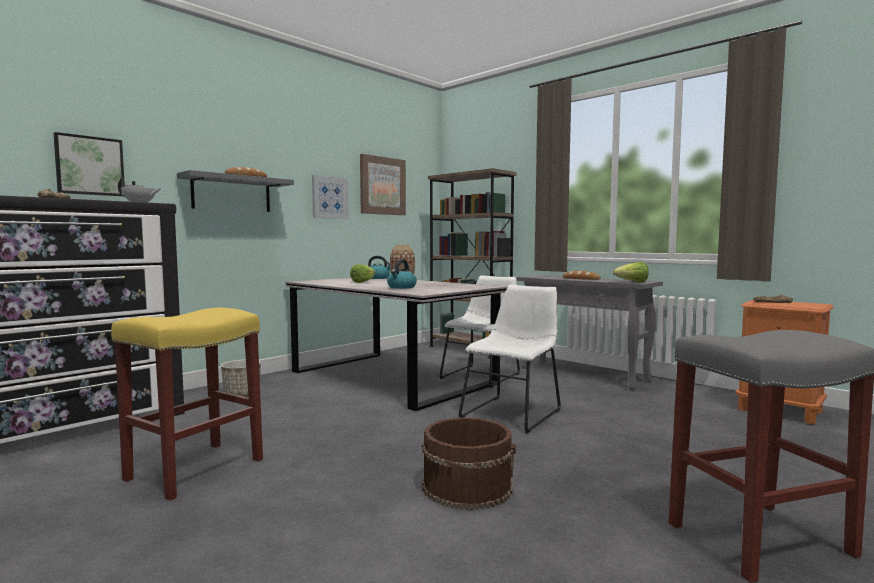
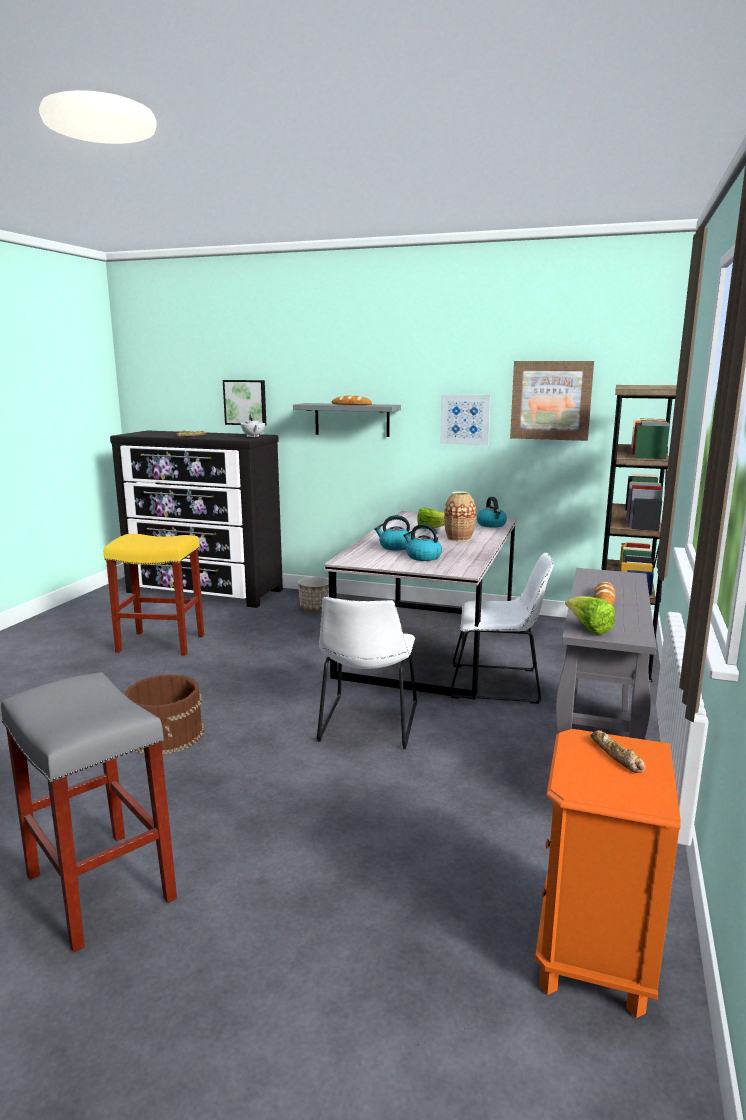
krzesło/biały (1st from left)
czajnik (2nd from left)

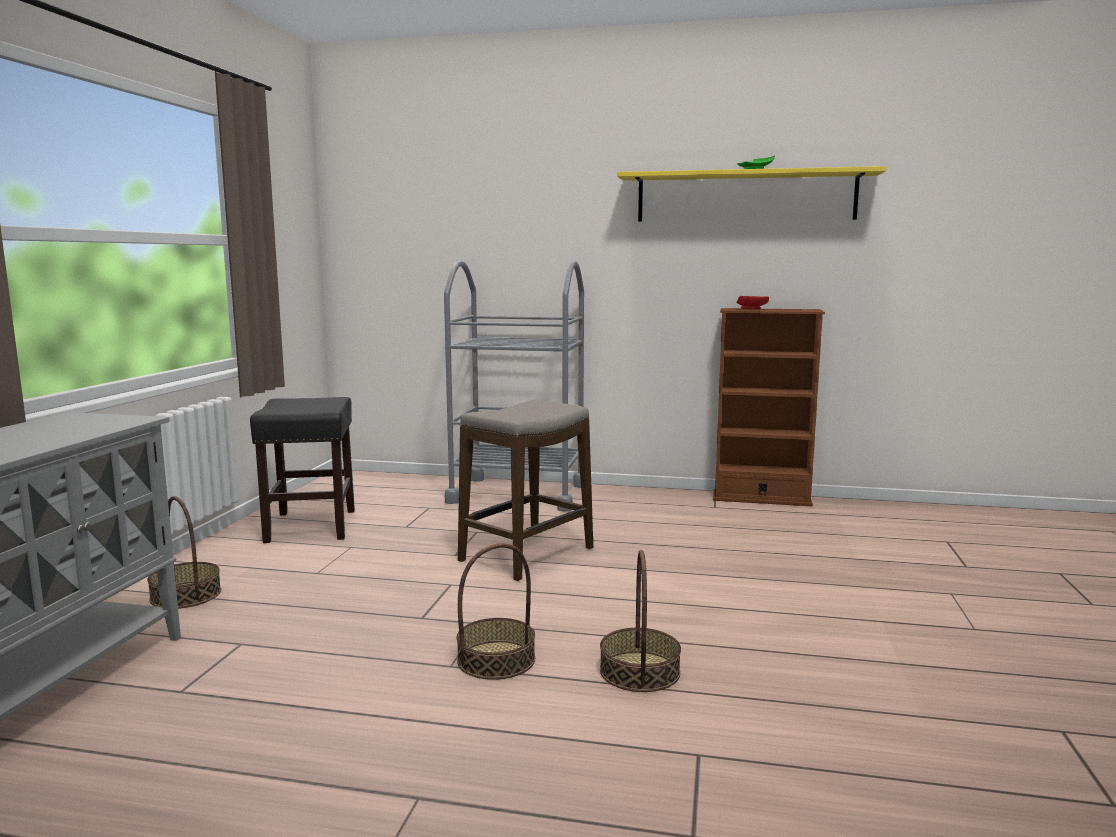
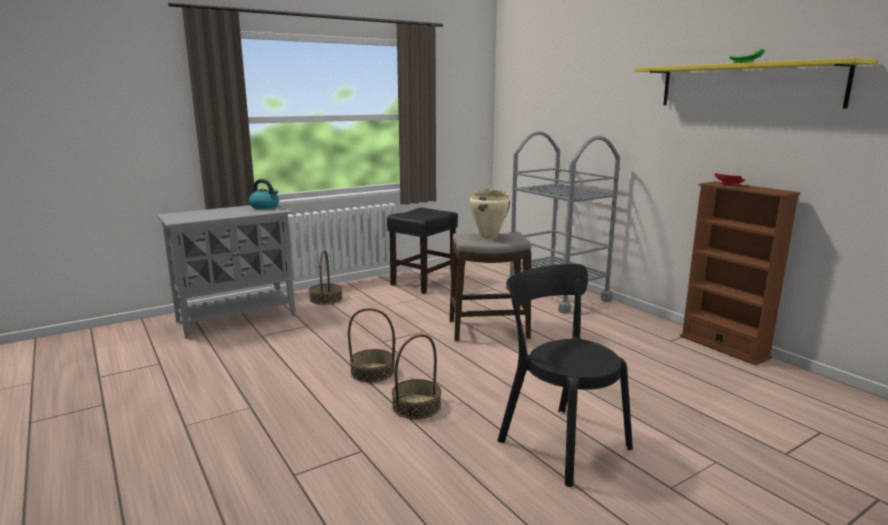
czajnik
garnek/beżowy
krzesło/czarny

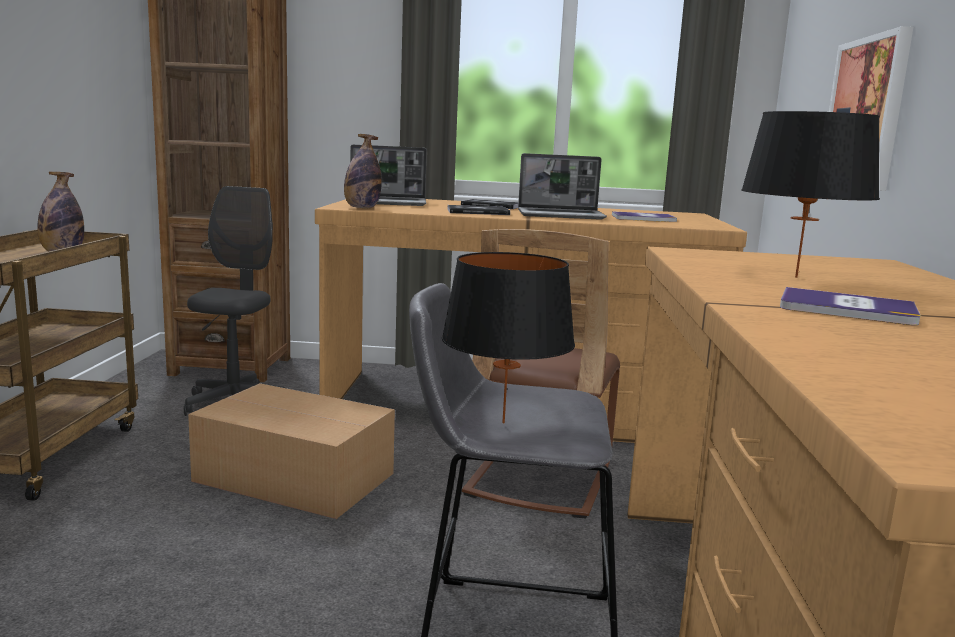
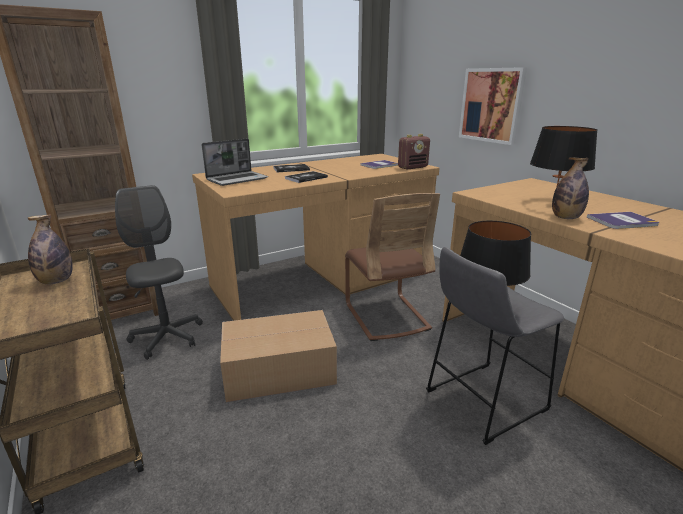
radio
butelka (2nd from left)
laptop (2nd from left in the first image)

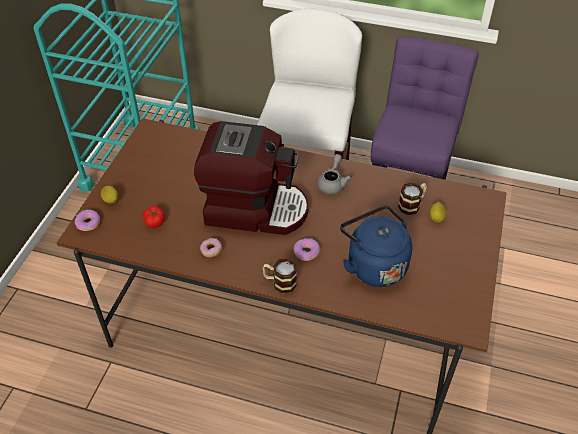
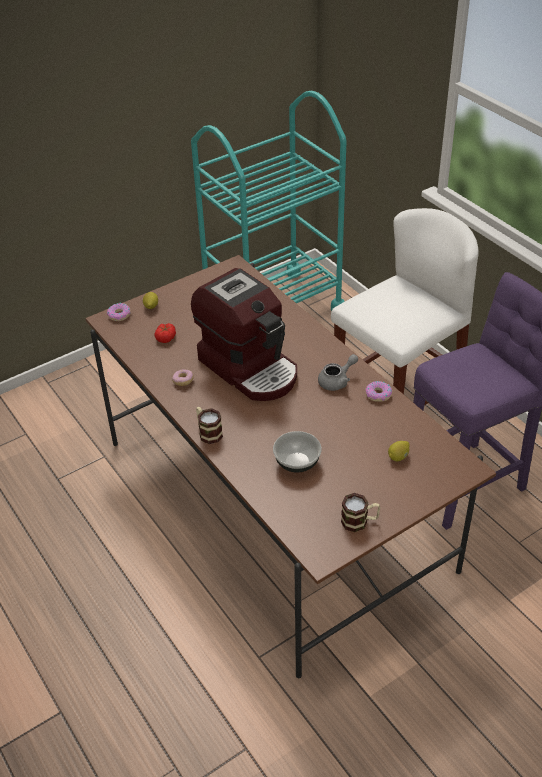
miska
kubek (2nd from left)
donut (3rd from left)

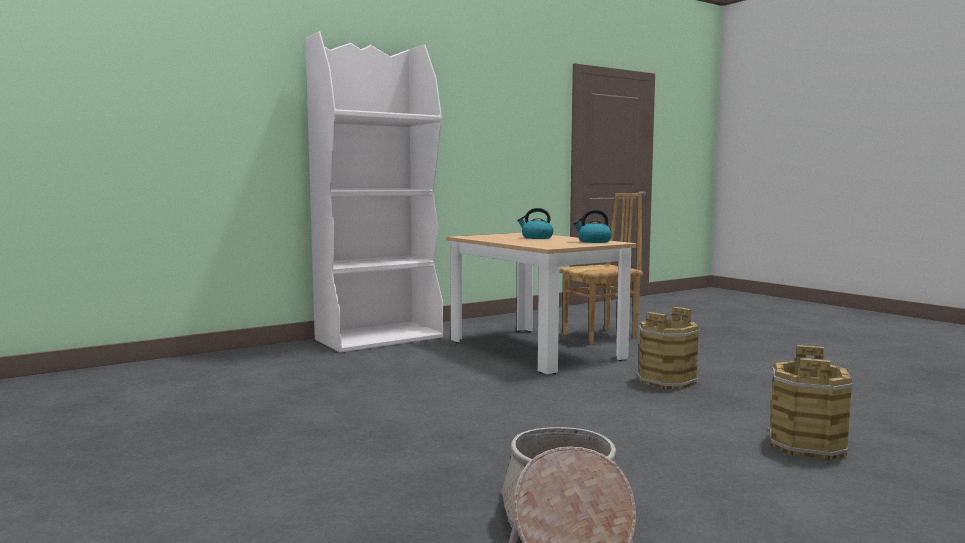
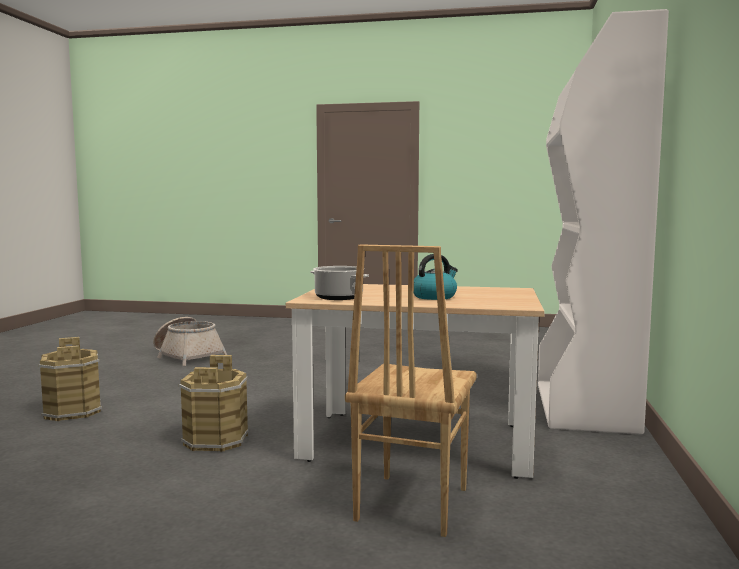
garnek

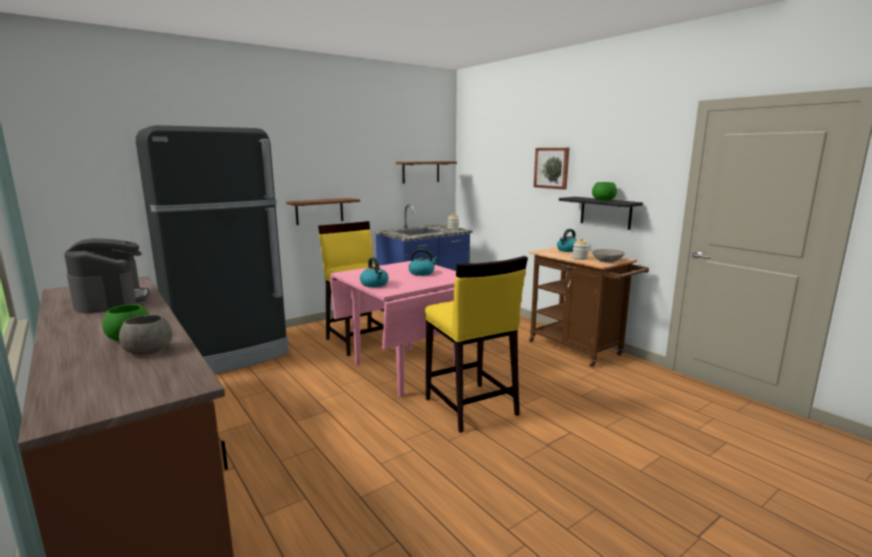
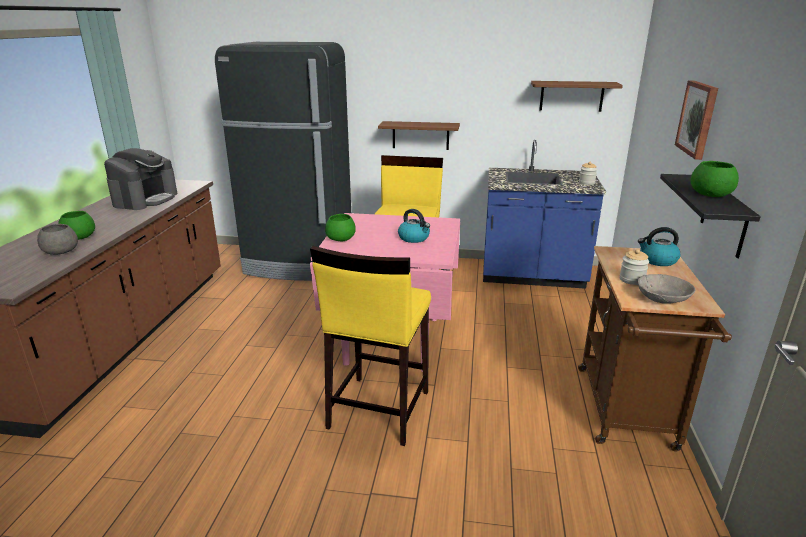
miska/zielony (2nd from left)

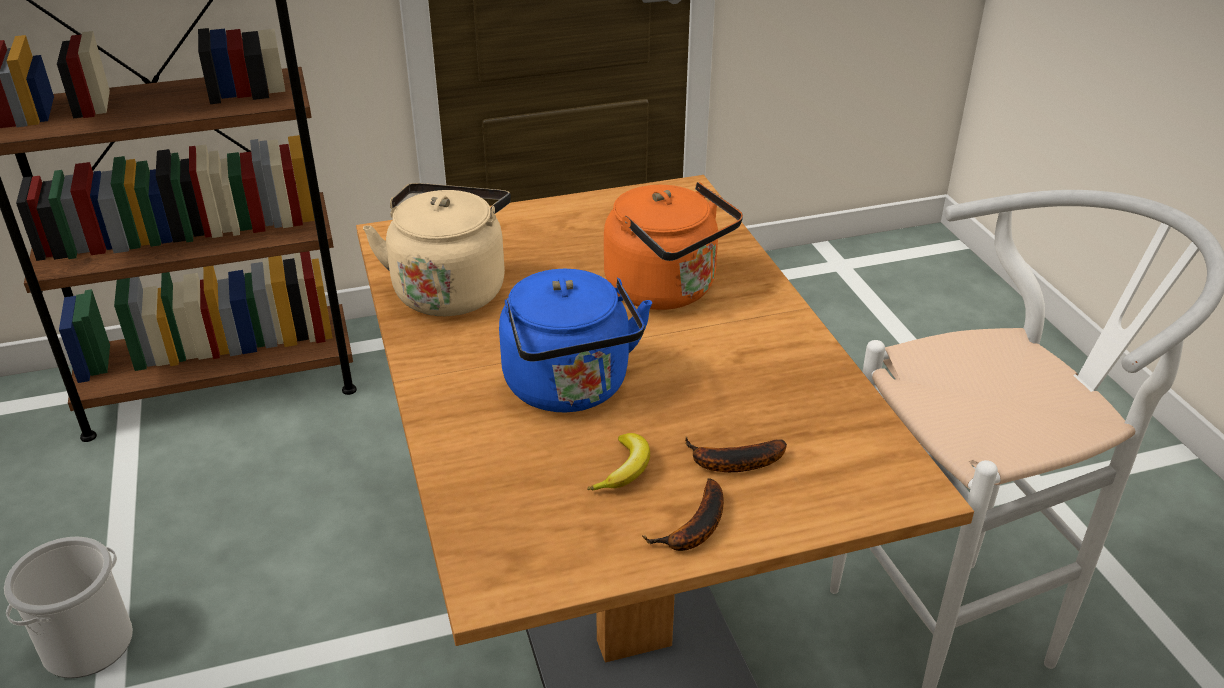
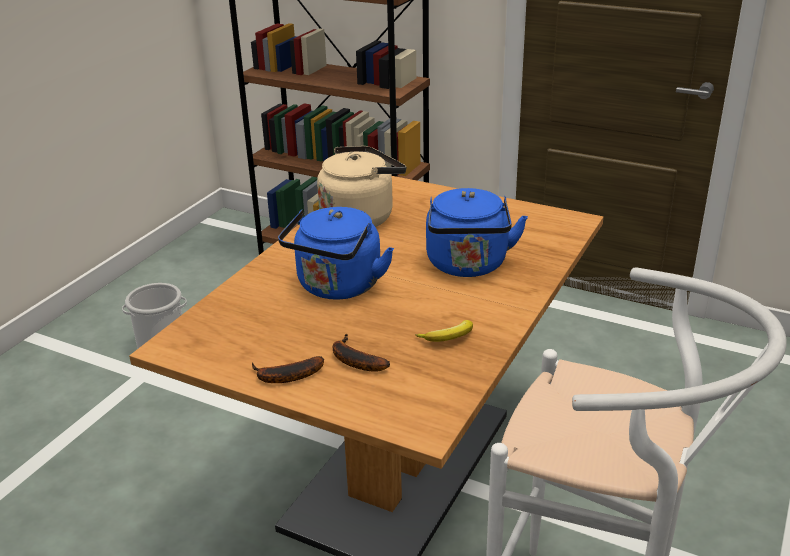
banan (3rd from left)
czajnik/niebieski (2nd from left)

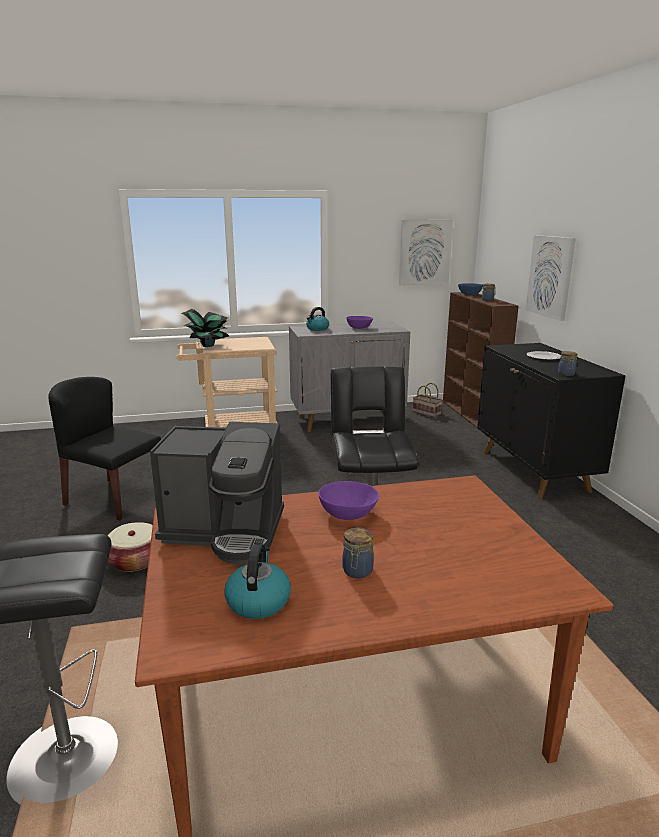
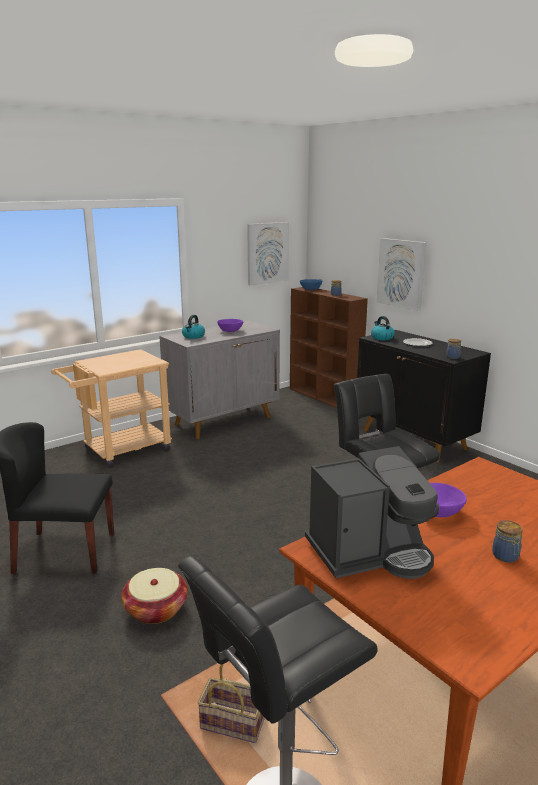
koszyk (2nd from left)
czajnik (2nd from left)
roślina doniczkowa

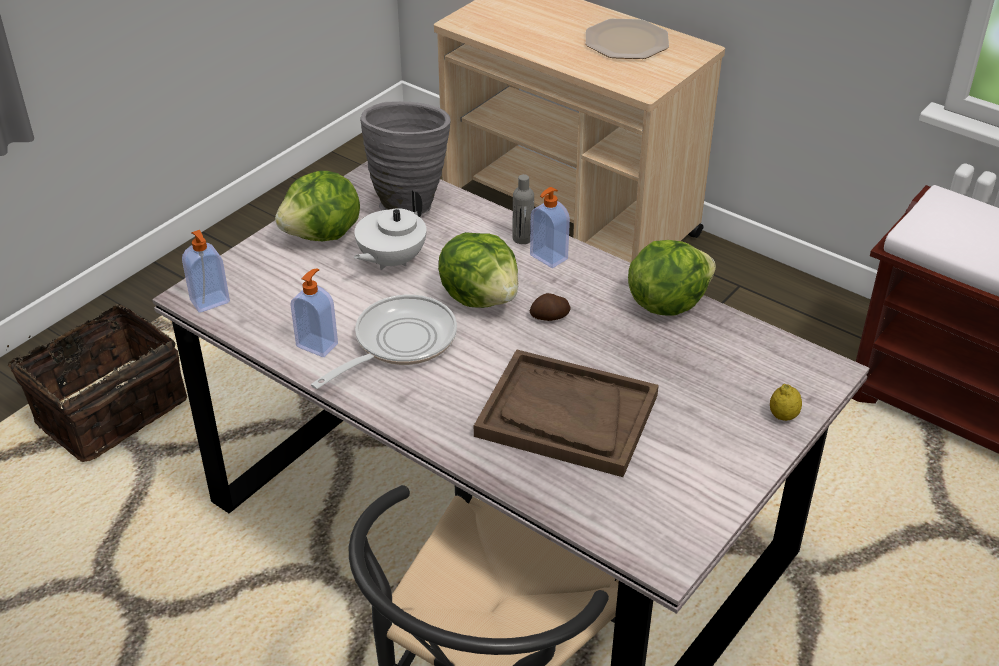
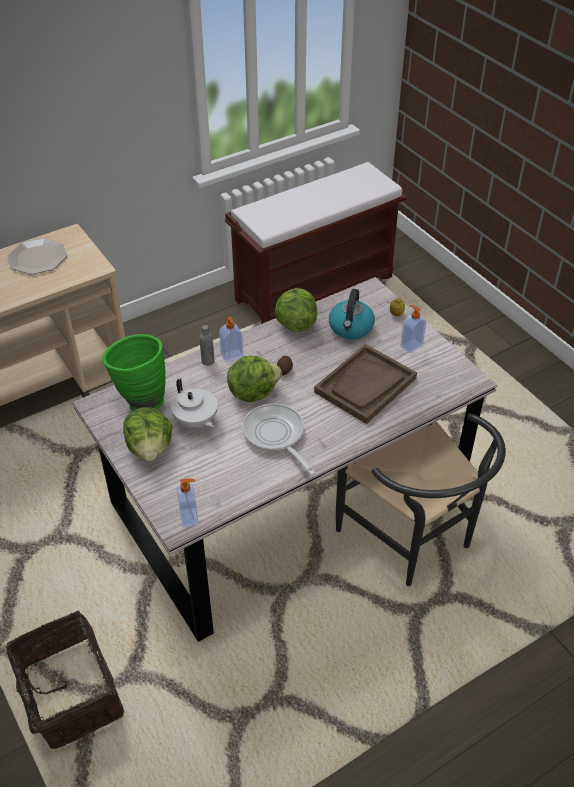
wazon/zielony
czajnik
dozownik mydła (3rd from left)

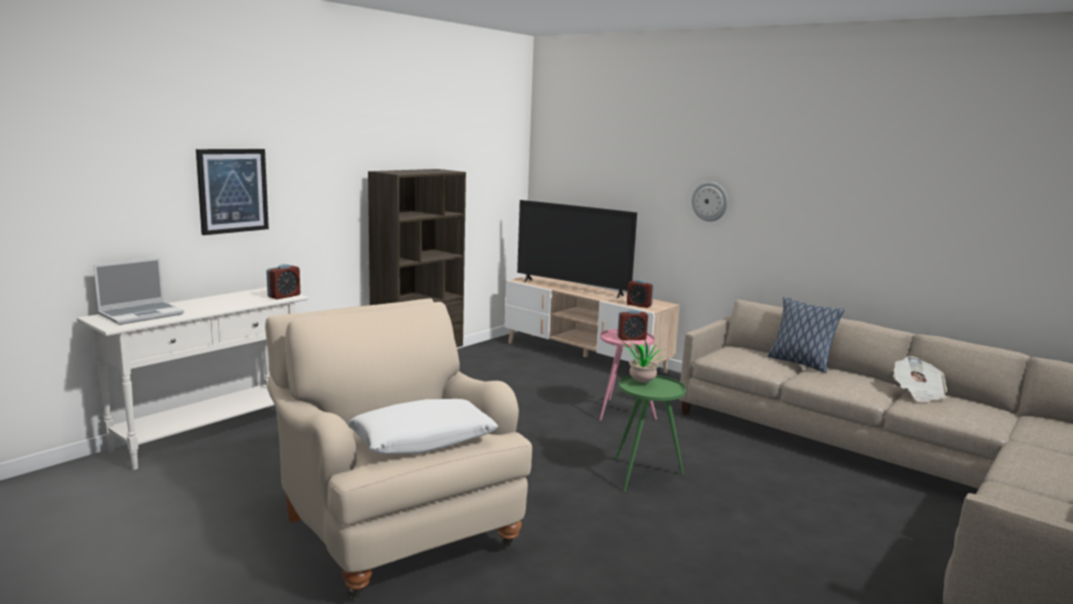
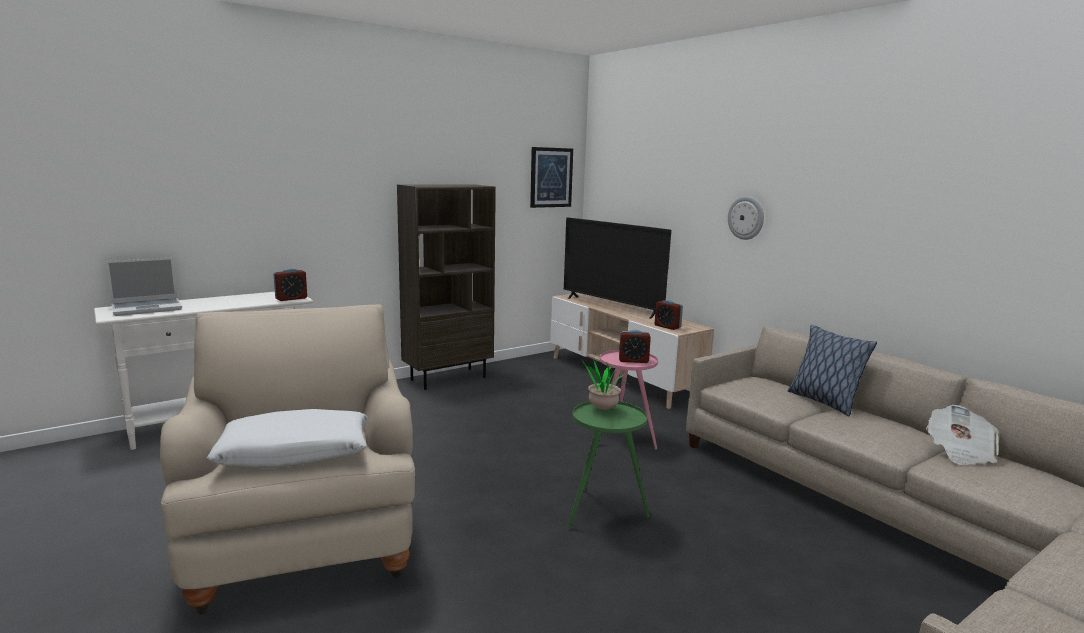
obraz

